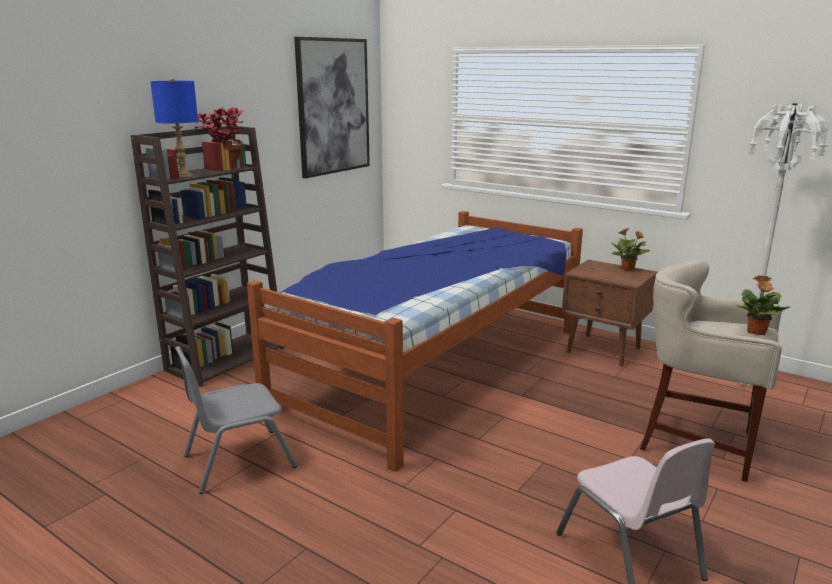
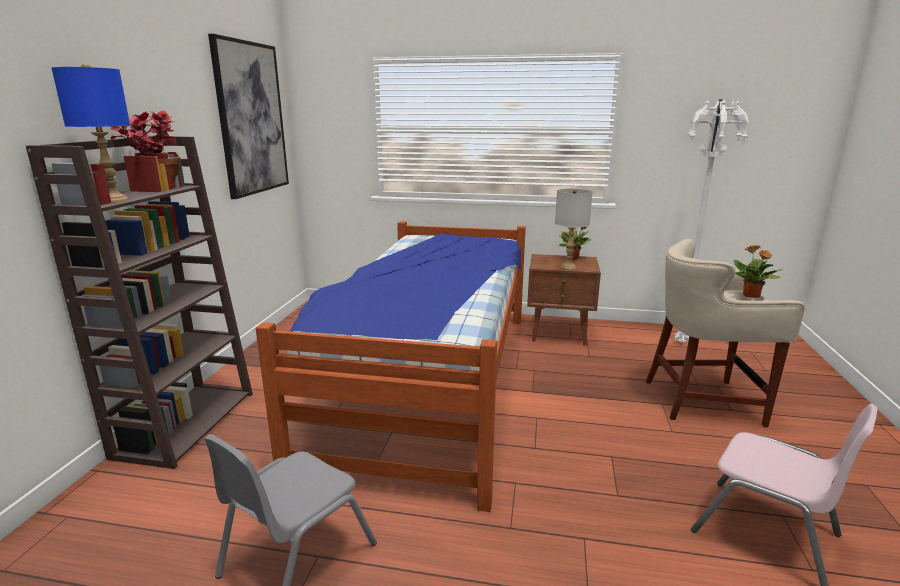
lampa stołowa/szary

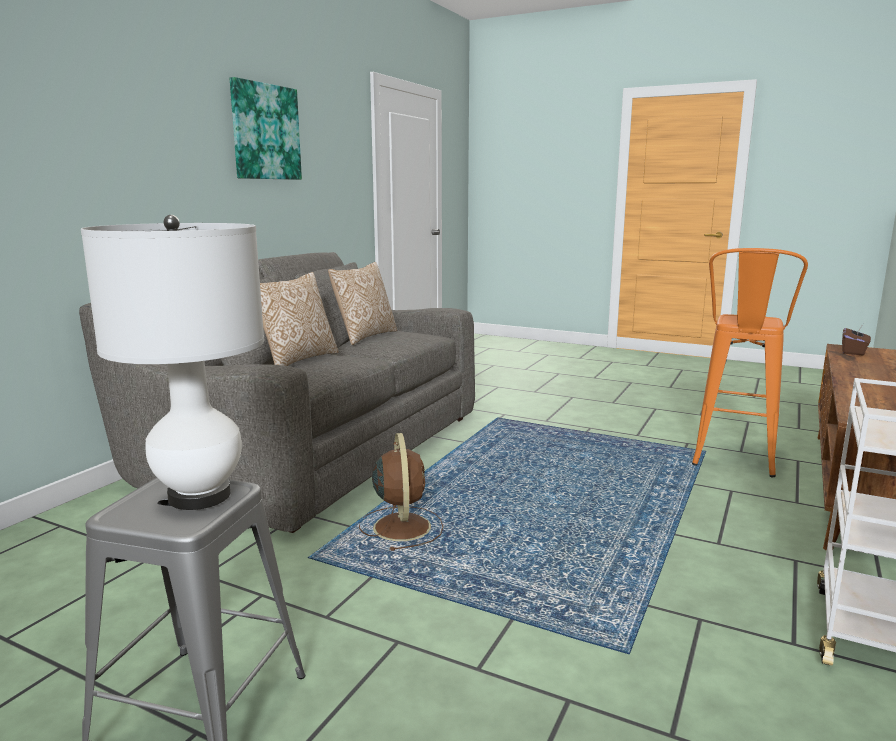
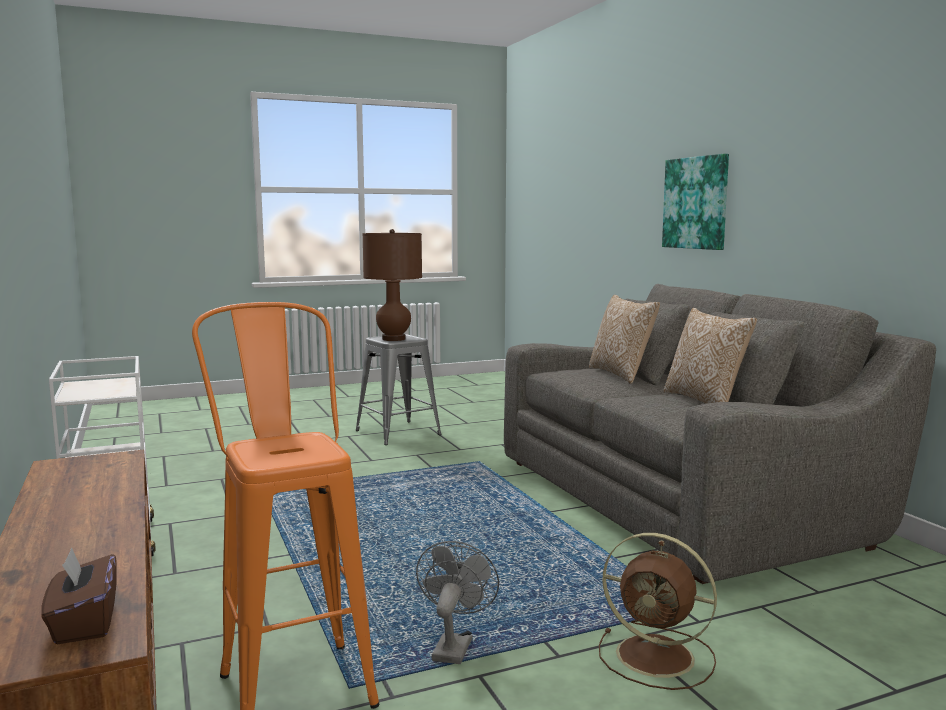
lampa stołowa/brązowy
wentylator/szary
wentylator/brązowy
obraz

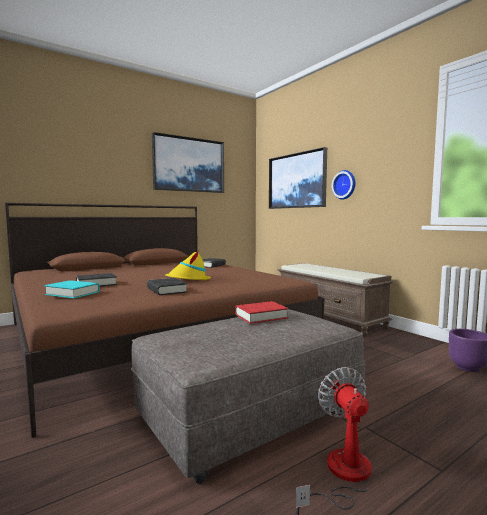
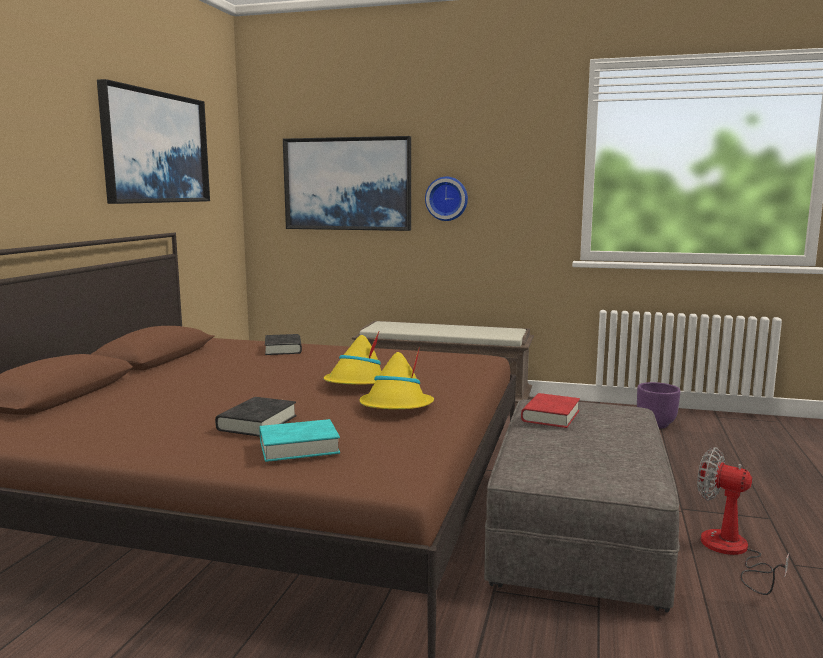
kapelusz/żółty (2nd from left)

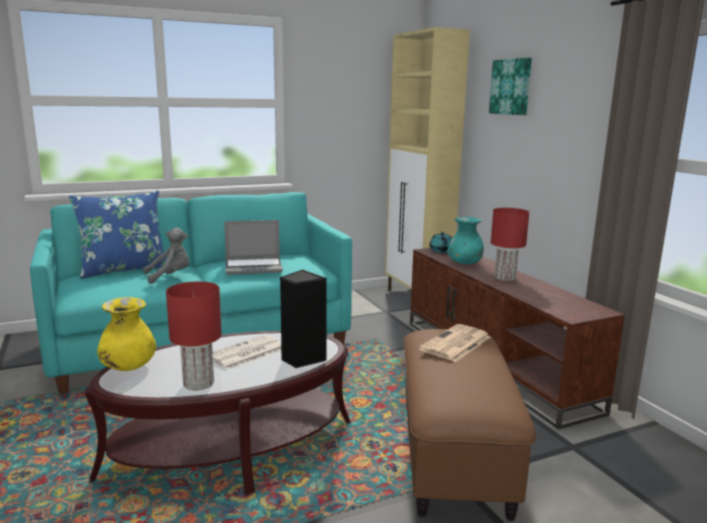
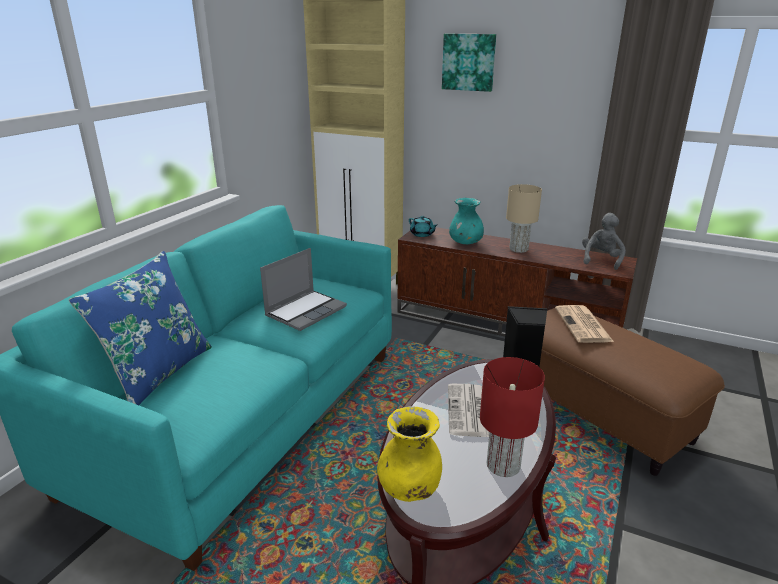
lampa stołowa/beżowy
pluszak/szary

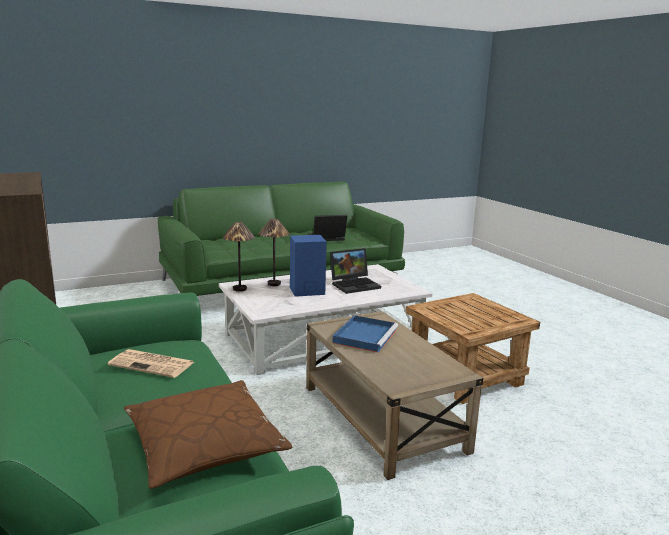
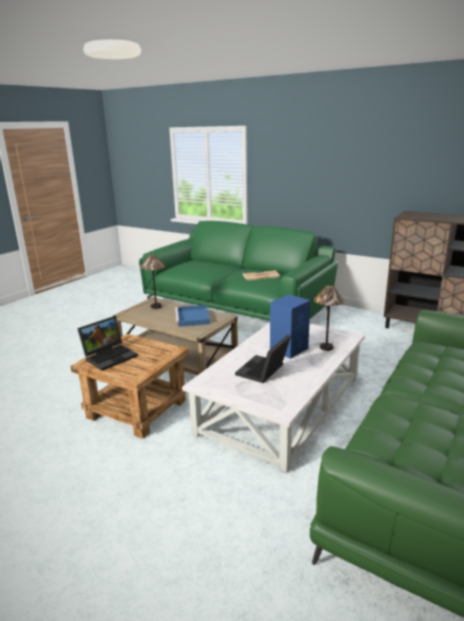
laptop (1st from left)
lampa stołowa (1st from left)
poduszka/brązowy

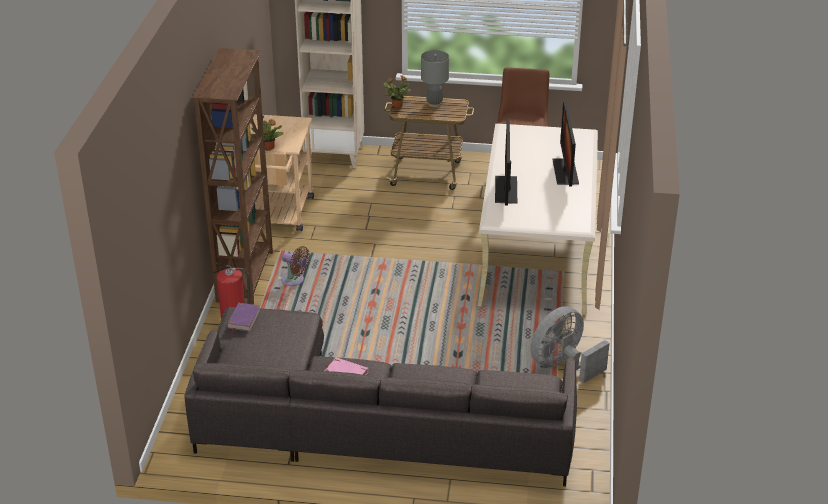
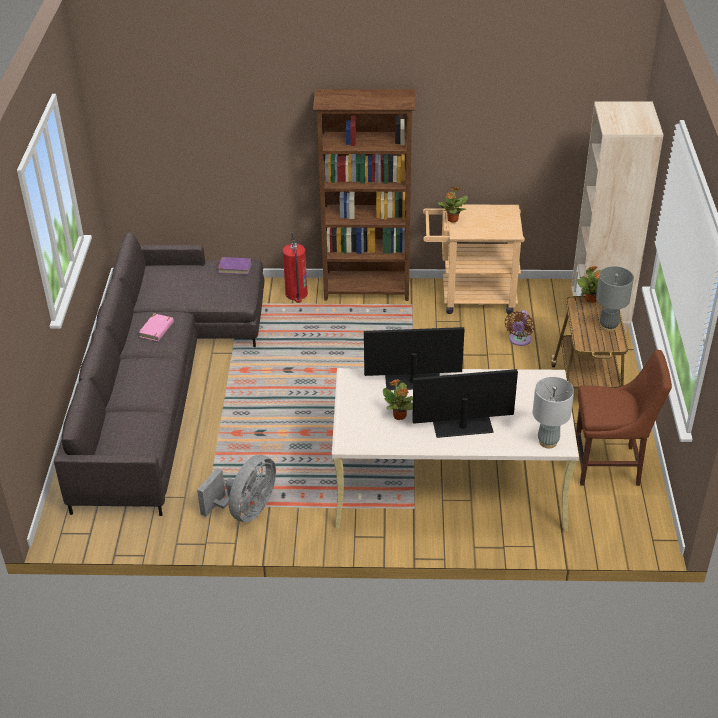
wentylator/szary
roślina doniczkowa (1st from left)
wentylator/brązowy
lampa stołowa/szary (1st from left)

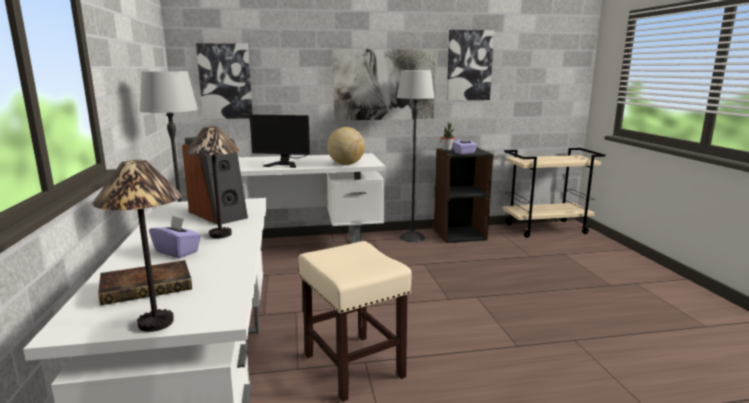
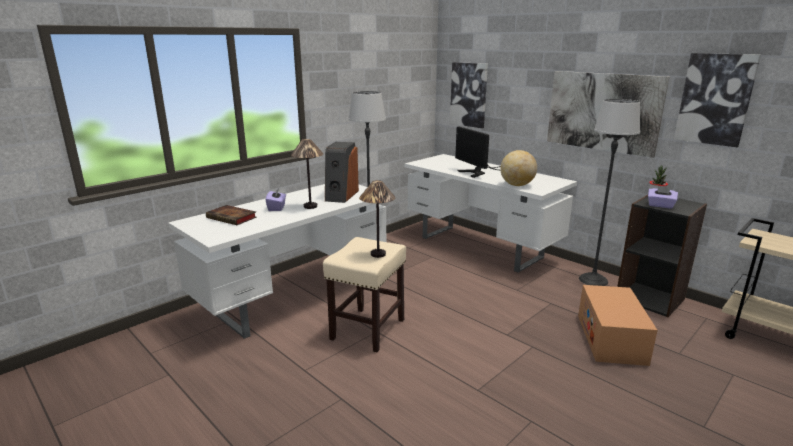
lampa stołowa (2nd from left)
karton

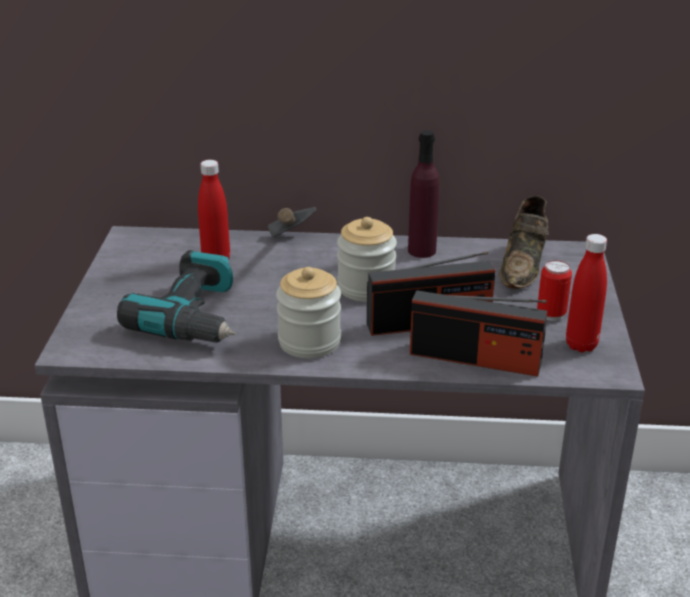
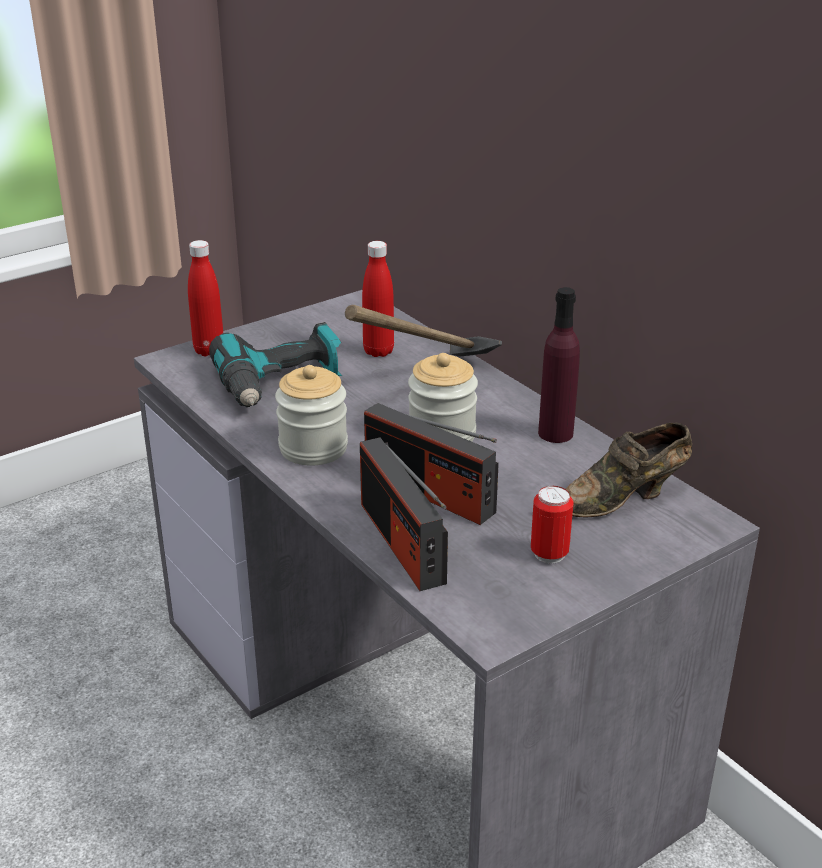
butelka/czerwony (1st from left)

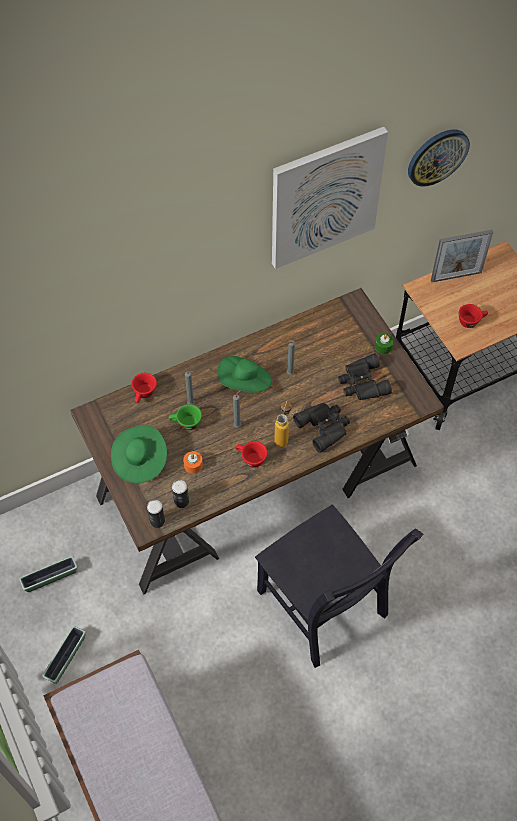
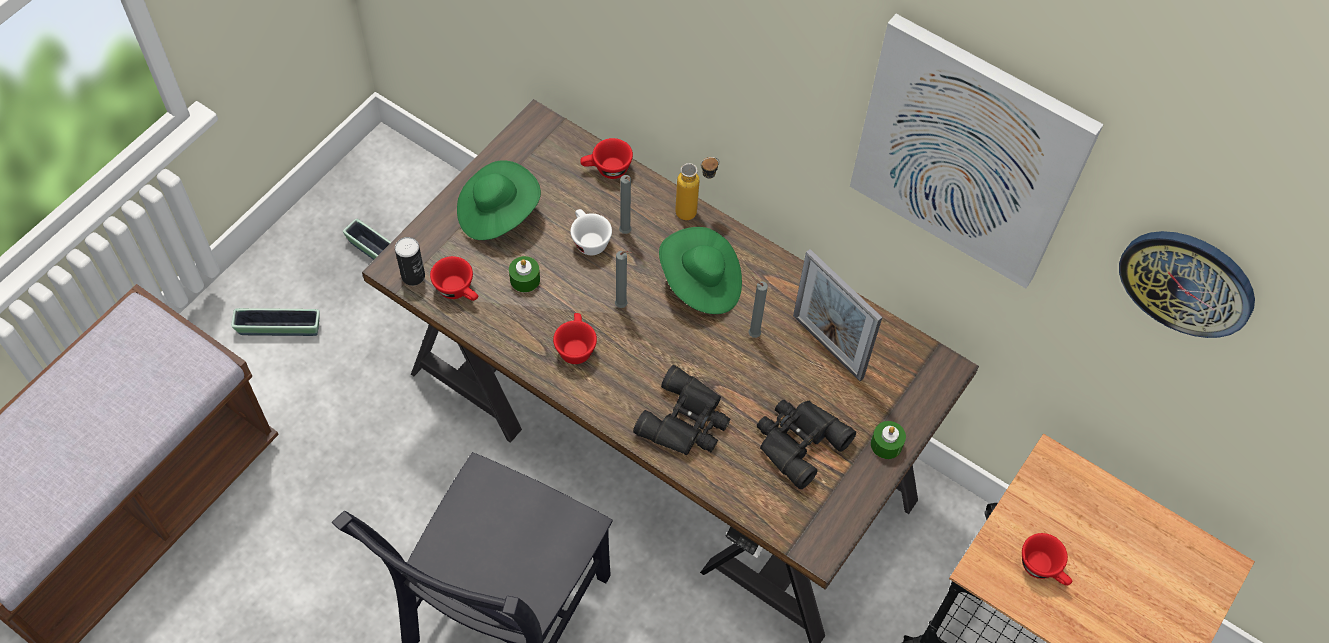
filiżanka/czerwony (1st from left)
świeca/zielony (1st from left)
filiżanka/biały
butelka
ramka na zdjęcie

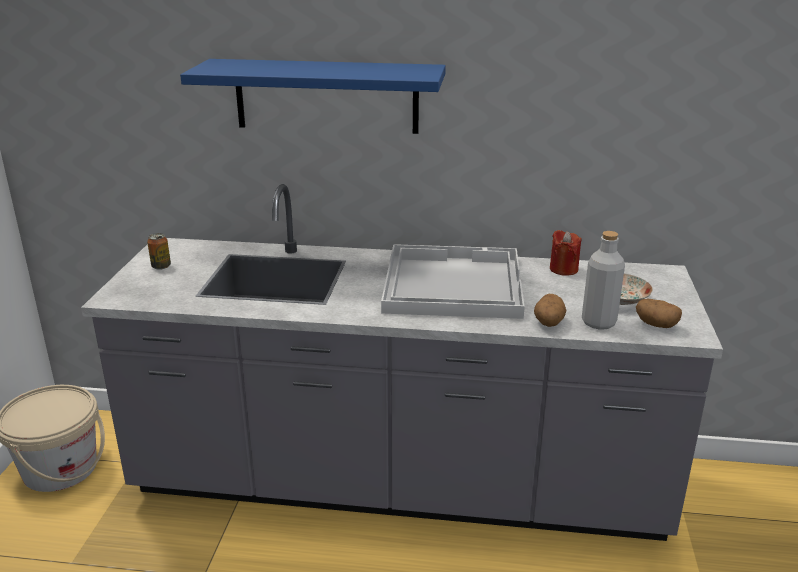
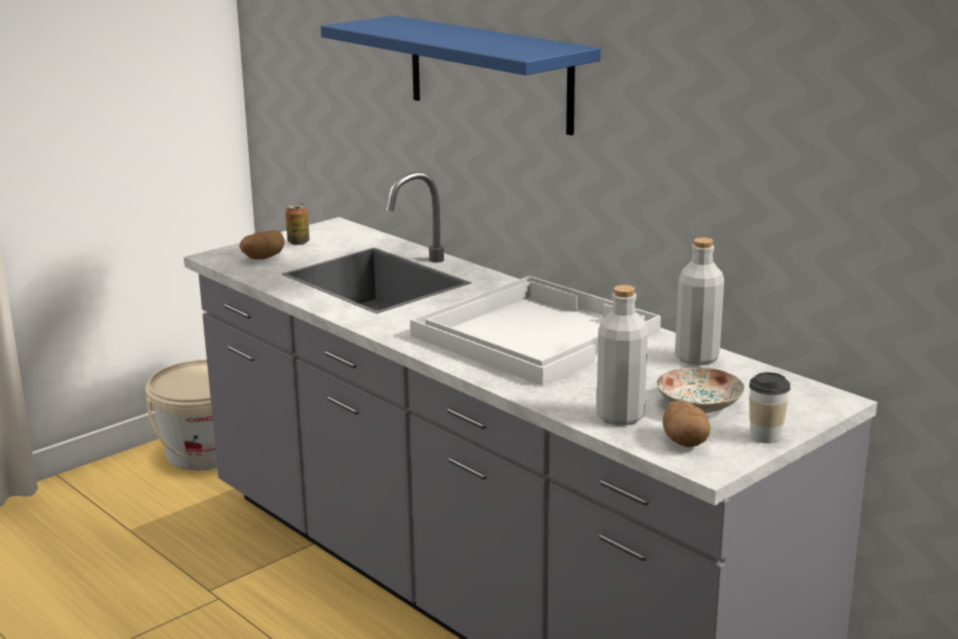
ziemniak (1st from left)
butelka/szary (2nd from left)
filiżanka

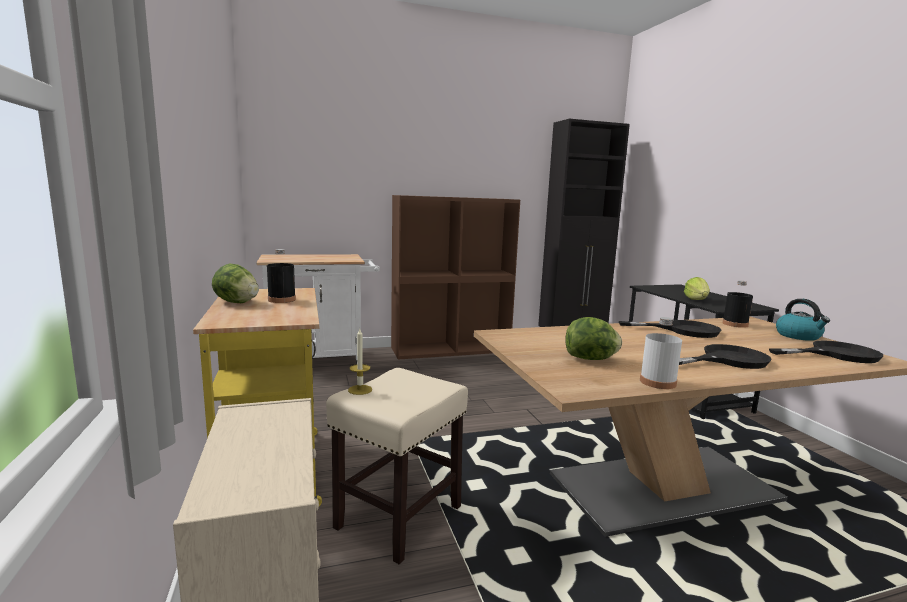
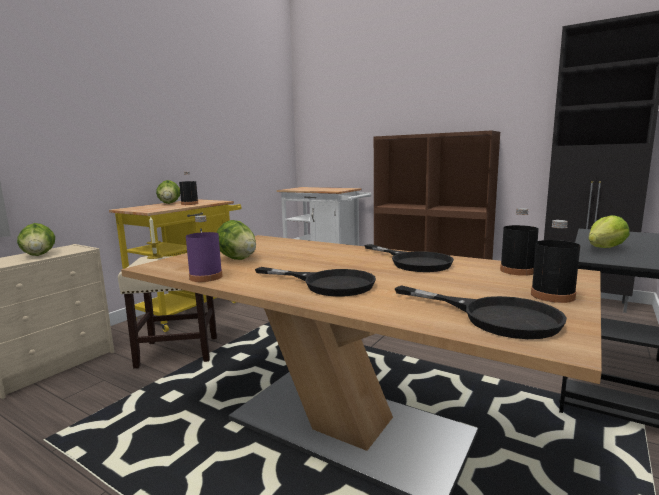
sałata (1st from left)
butelka/fioletowy
butelka/czarny (3rd from left)

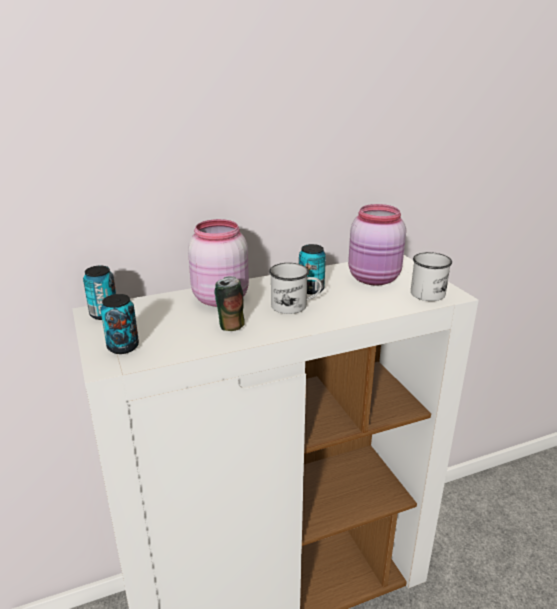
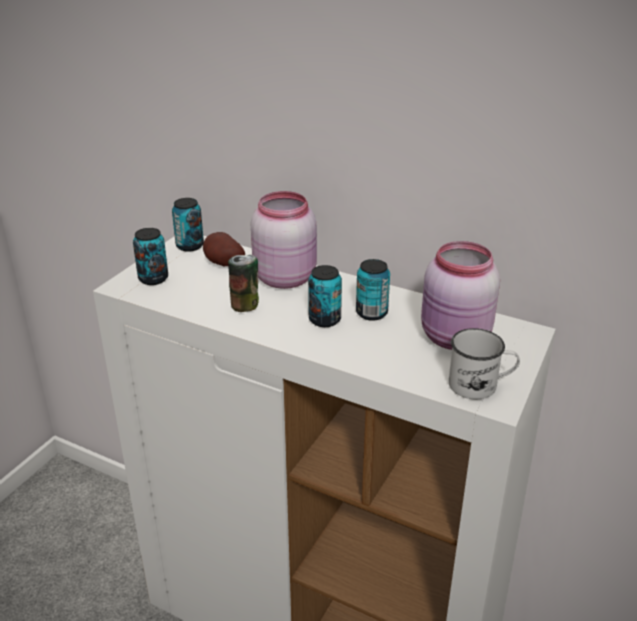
ziemniak
puszka (4th from left)

